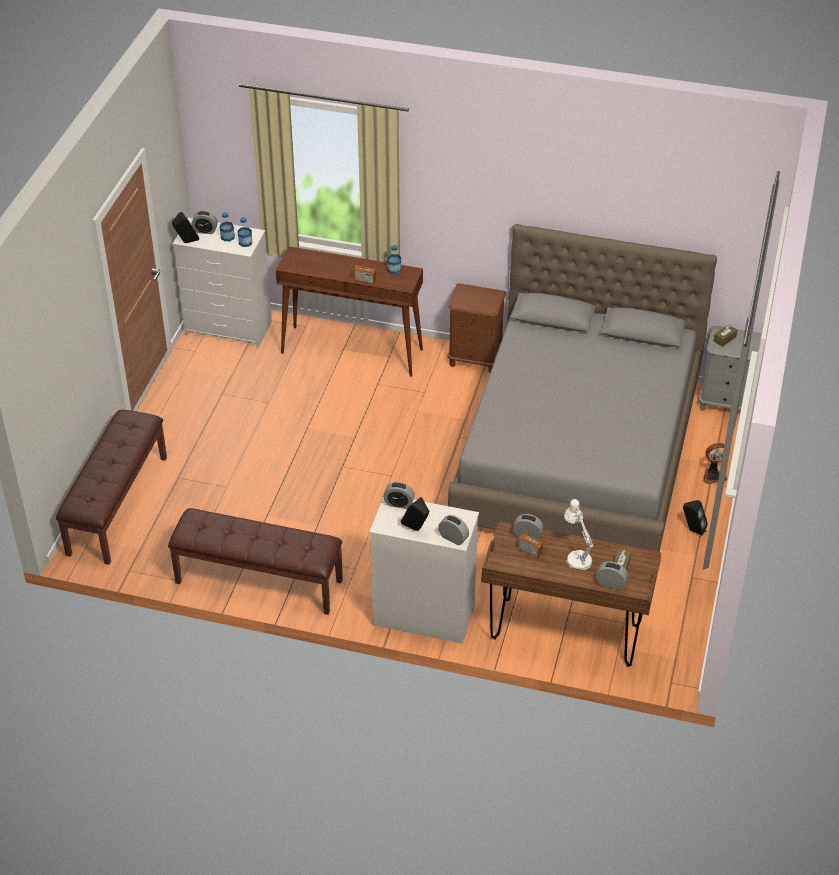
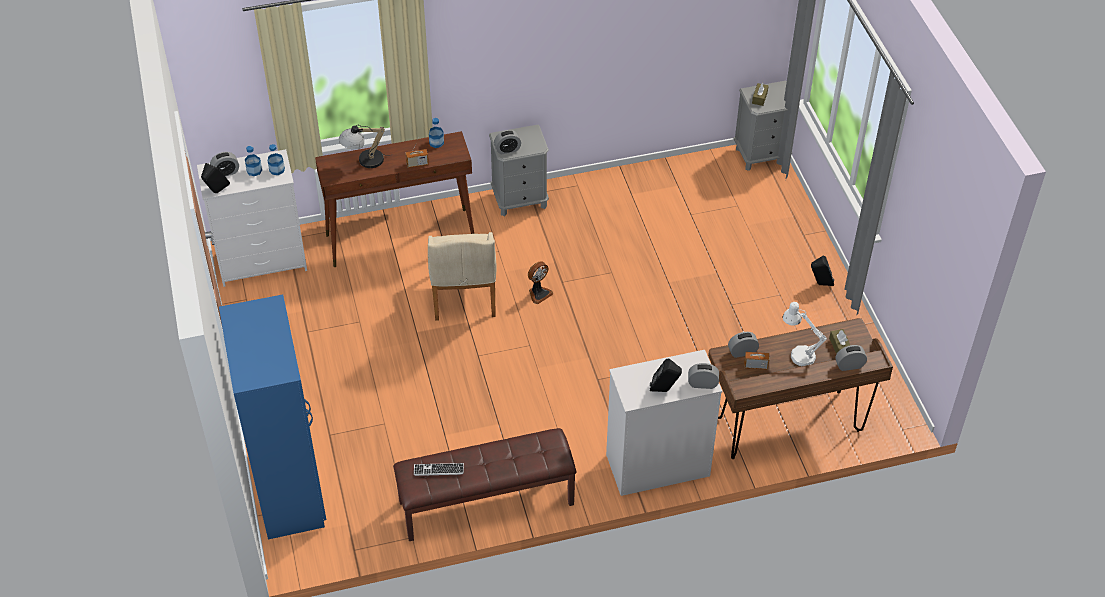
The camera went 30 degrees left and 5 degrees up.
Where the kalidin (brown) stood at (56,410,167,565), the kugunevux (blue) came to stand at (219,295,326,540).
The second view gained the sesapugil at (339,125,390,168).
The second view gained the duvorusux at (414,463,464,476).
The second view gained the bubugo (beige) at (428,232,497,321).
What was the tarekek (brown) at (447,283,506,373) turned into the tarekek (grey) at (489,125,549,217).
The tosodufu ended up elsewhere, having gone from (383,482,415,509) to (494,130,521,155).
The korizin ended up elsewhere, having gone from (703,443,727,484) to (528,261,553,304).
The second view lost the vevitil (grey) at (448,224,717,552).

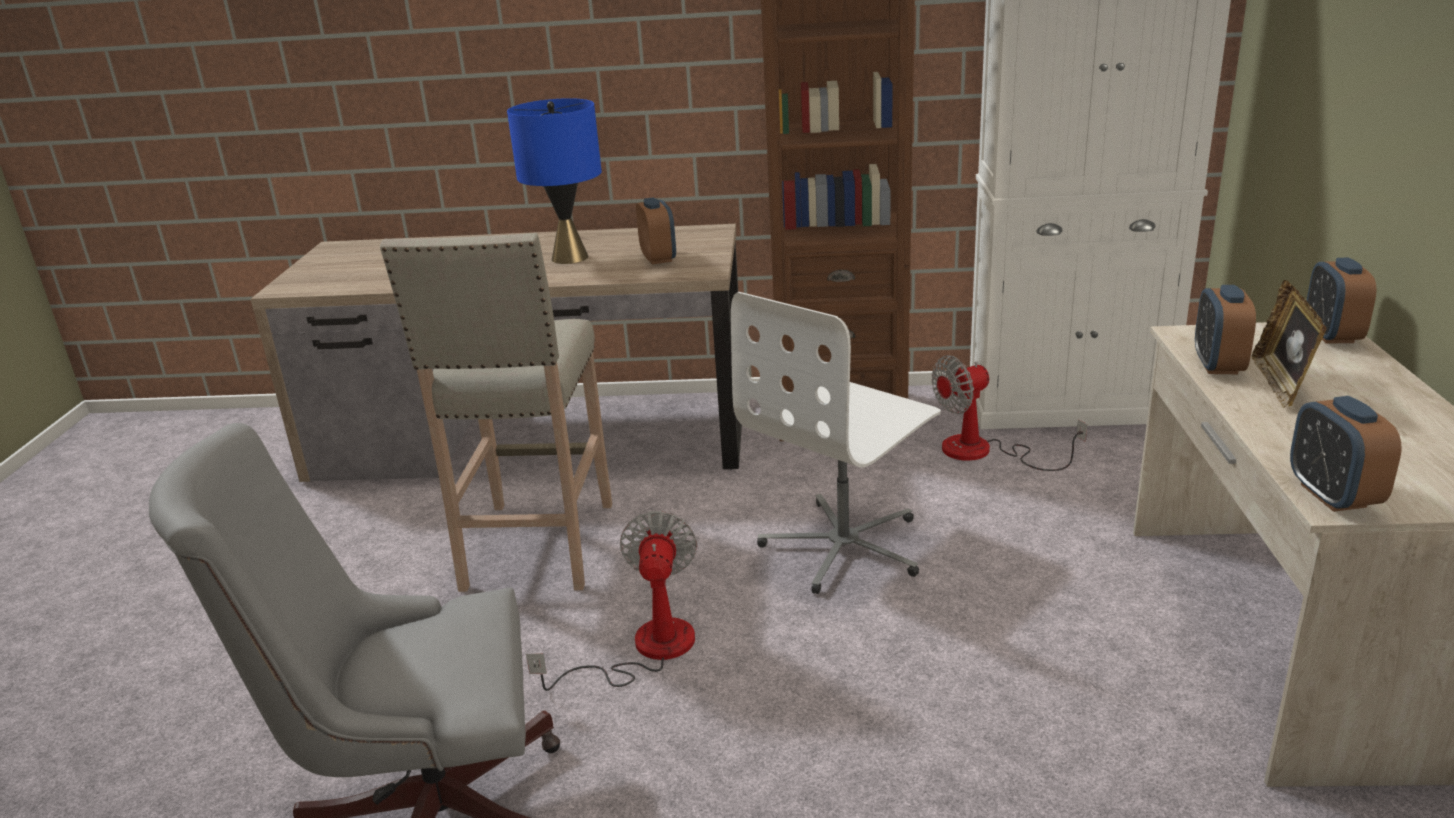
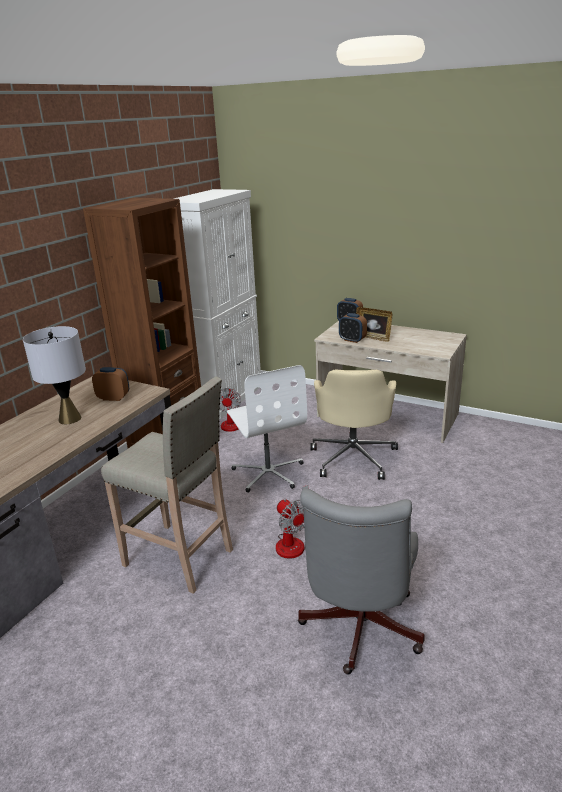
The camera went 65 degrees left and 0 degrees up.
What was the sesapugil (blue) at (507,98,602,264) turned into the sesapugil (grey) at (23,326,86,424).
The korizin at (526,511,697,691) ended up facing another way, 150 degrees counterclockwise from before.
The second view gained the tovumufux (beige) at (310,370,398,480).
The second view lost the tosodufu at (1290,396,1401,512).

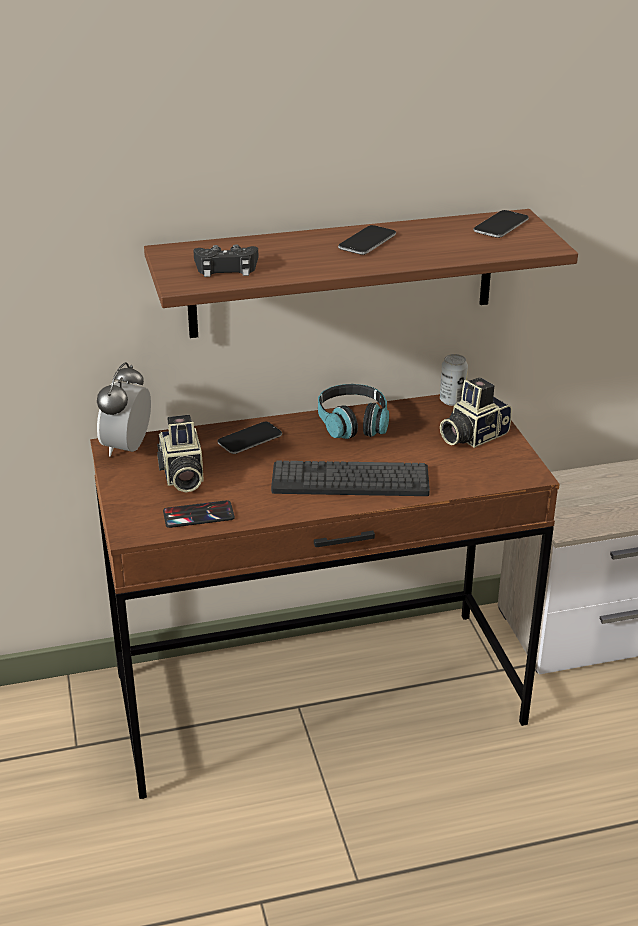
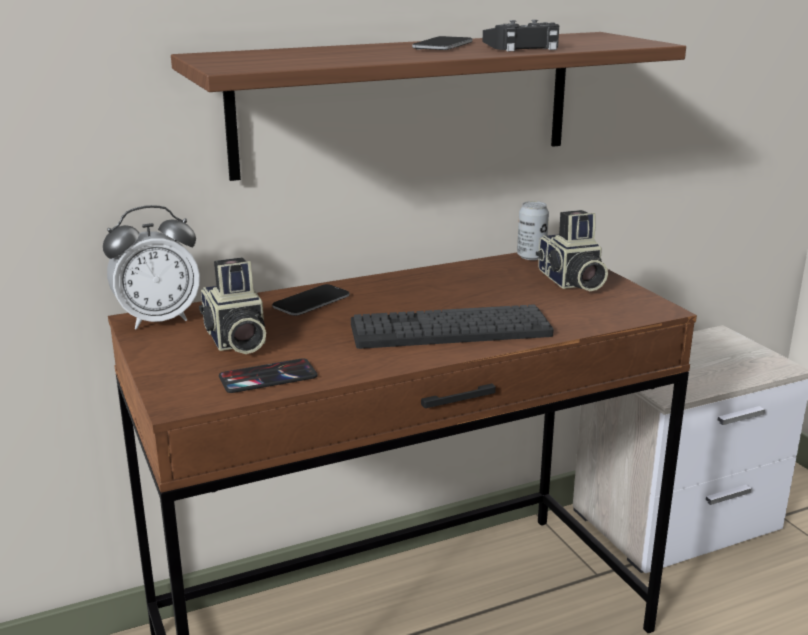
The camera went 10 degrees left and 10 degrees down.
The tosodufu at (97,362,151,457) ended up facing another way, 120 degrees counterclockwise from before.
The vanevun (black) ended up elsewhere, having gone from (193,244,258,277) to (482,20,559,51).
The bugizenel at (440,377,512,448) ended up facing another way, 60 degrees counterclockwise from before.
The second view lost the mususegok at (318,384,389,439).
The second view lost the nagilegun at (474,210,529,238).

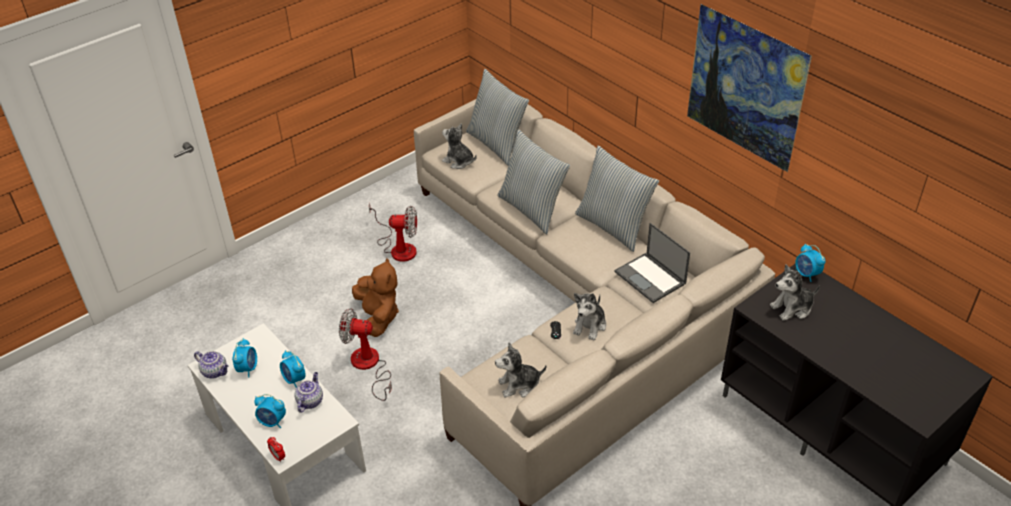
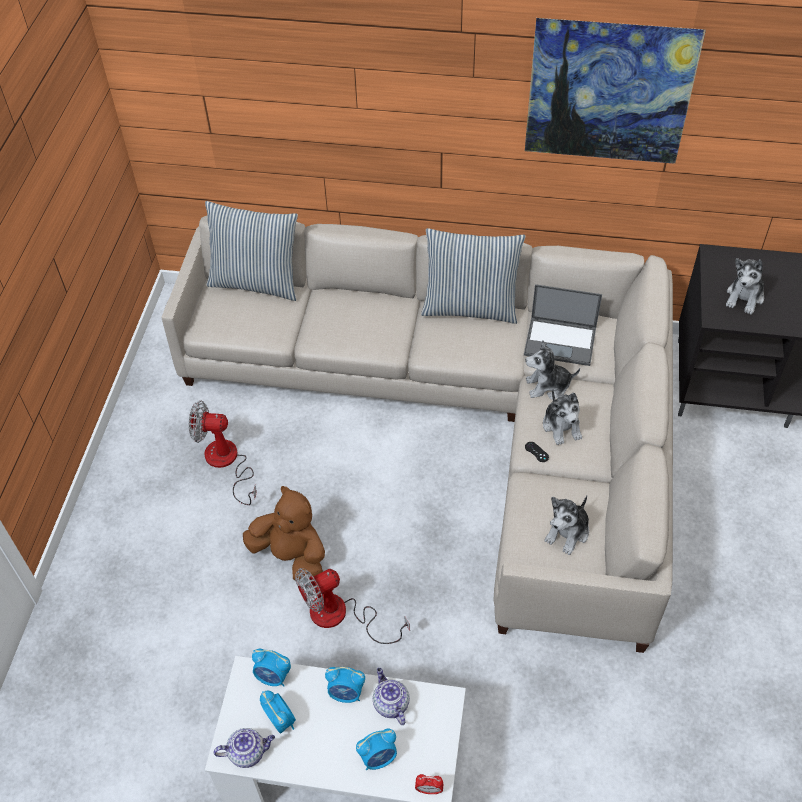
The camera went 40 degrees left and 10 degrees up.
The korizin at (369,202,417,262) ended up facing another way, 135 degrees counterclockwise from before.
The tosodufu ended up elsewhere, having gone from (795,244,826,282) to (252,649,291,686).
The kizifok ended up elsewhere, having gone from (442,123,477,169) to (525,340,580,399).
The second view lost the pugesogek at (498,129,570,235).

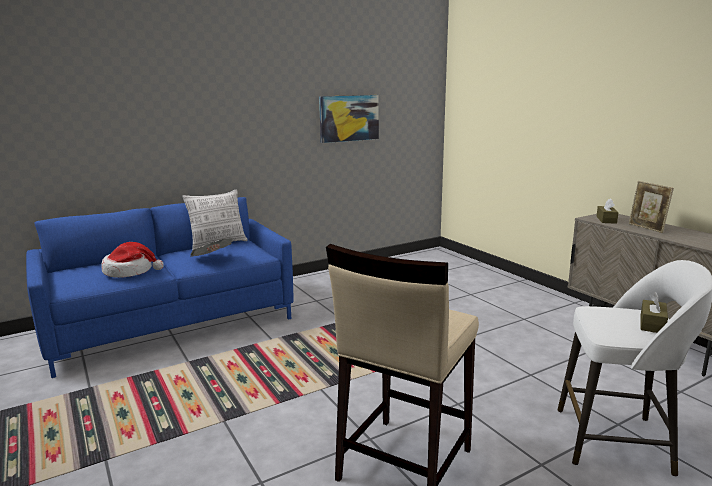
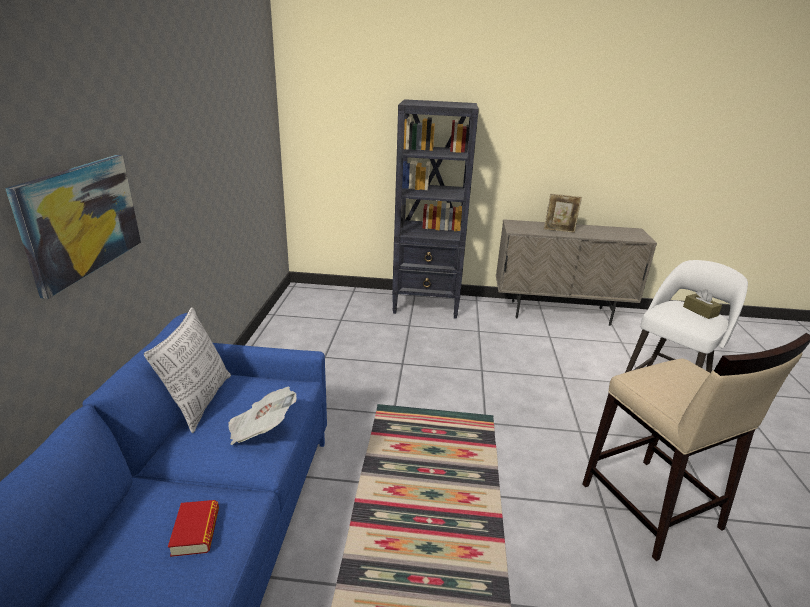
The camera went 55 degrees left and 10 degrees up.
The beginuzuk ended up elsewhere, having gone from (319,95,379,143) to (5,155,141,299).
Where the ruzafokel stood at (102,242,164,278), the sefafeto came to stand at (168,500,219,557).
The second view gained the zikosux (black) at (392,99,479,319).
The second view lost the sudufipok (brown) at (596,198,619,224).

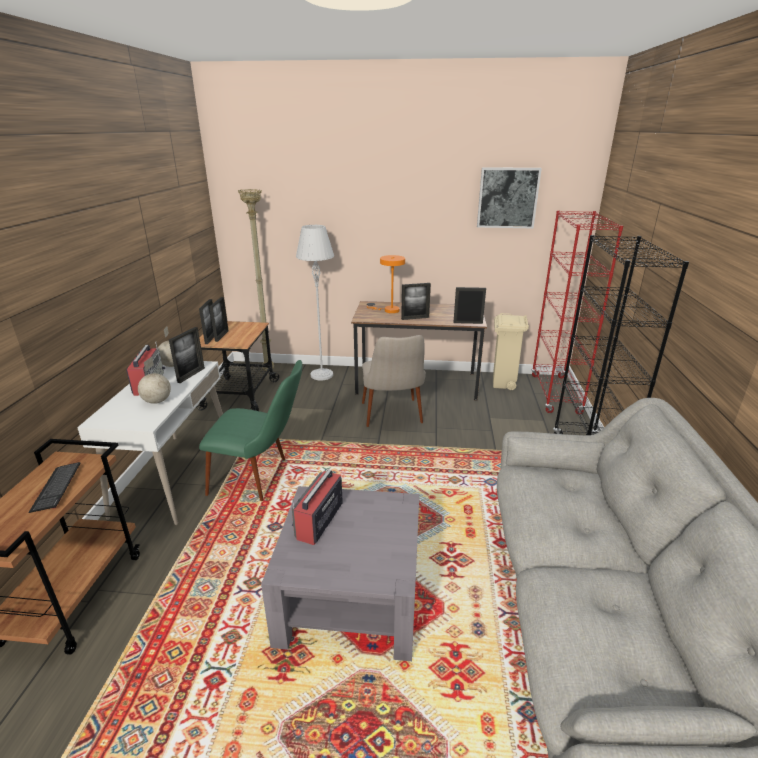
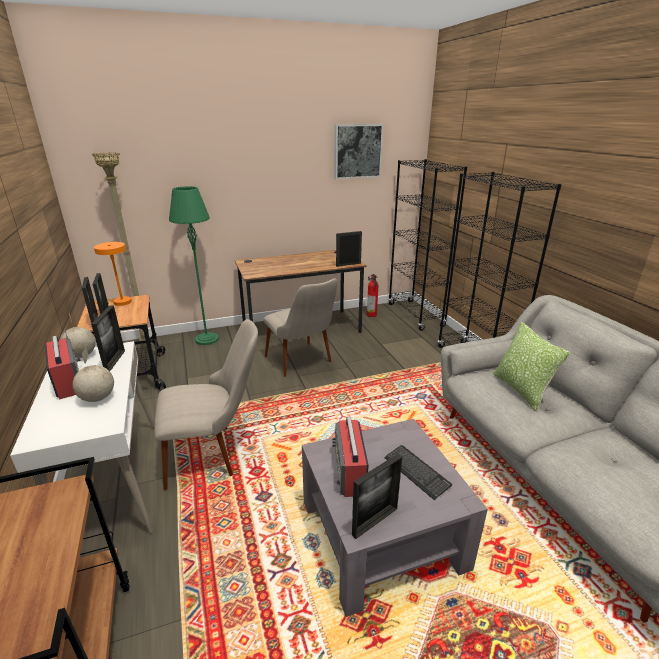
The camera went 25 degrees left and 0 degrees up.
The sesapugil (orange) ended up elsewhere, having gone from (367,255,405,313) to (94,242,132,306).
What was the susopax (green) at (199,360,302,501) turned into the susopax (beige) at (154,319,258,490).
What was the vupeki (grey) at (296,225,334,381) turned into the vupeki (green) at (169,186,219,345).
The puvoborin ended up elsewhere, having gone from (401,283,431,320) to (352,454,402,539).
Where the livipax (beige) stood at (493,313,529,390), the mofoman came to stand at (367,274,378,317).
The duvorusux ended up elsewhere, having gone from (28,462,80,513) to (384,445,452,500).
What was the zikosux (red) at (531,210,623,414) turned into the zikosux (black) at (388,159,467,331).
The second view gained the pugesogek at (493,322,570,411).

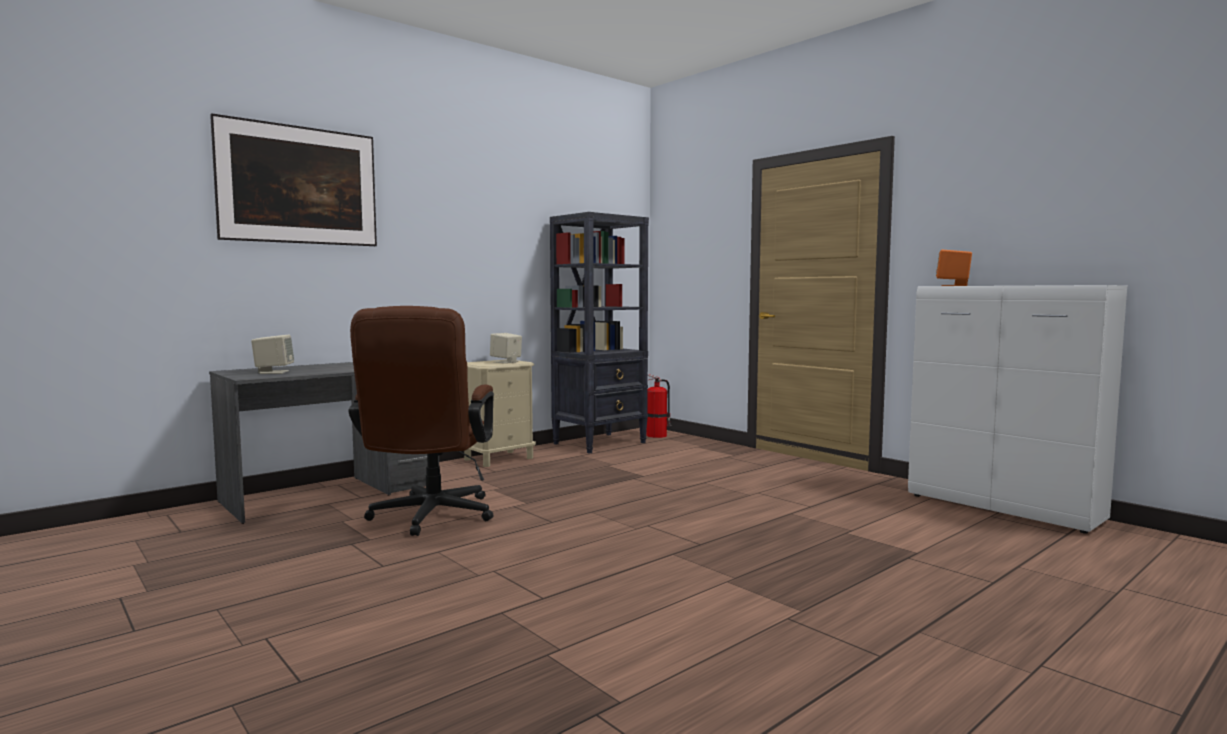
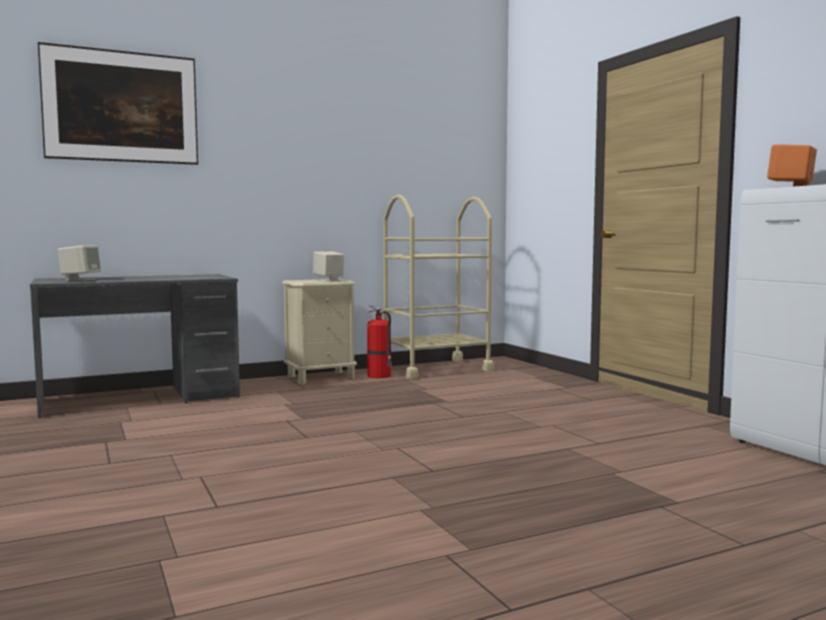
The camera went 15 degrees right and 0 degrees up.
The mofoman ended up elsewhere, having gone from (647,375,671,438) to (367,305,392,378).
Where the zikosux (black) stood at (550,212,649,454), the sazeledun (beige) came to stand at (383,194,494,379).
The second view lost the tovumufux (brown) at (349,306,494,536).

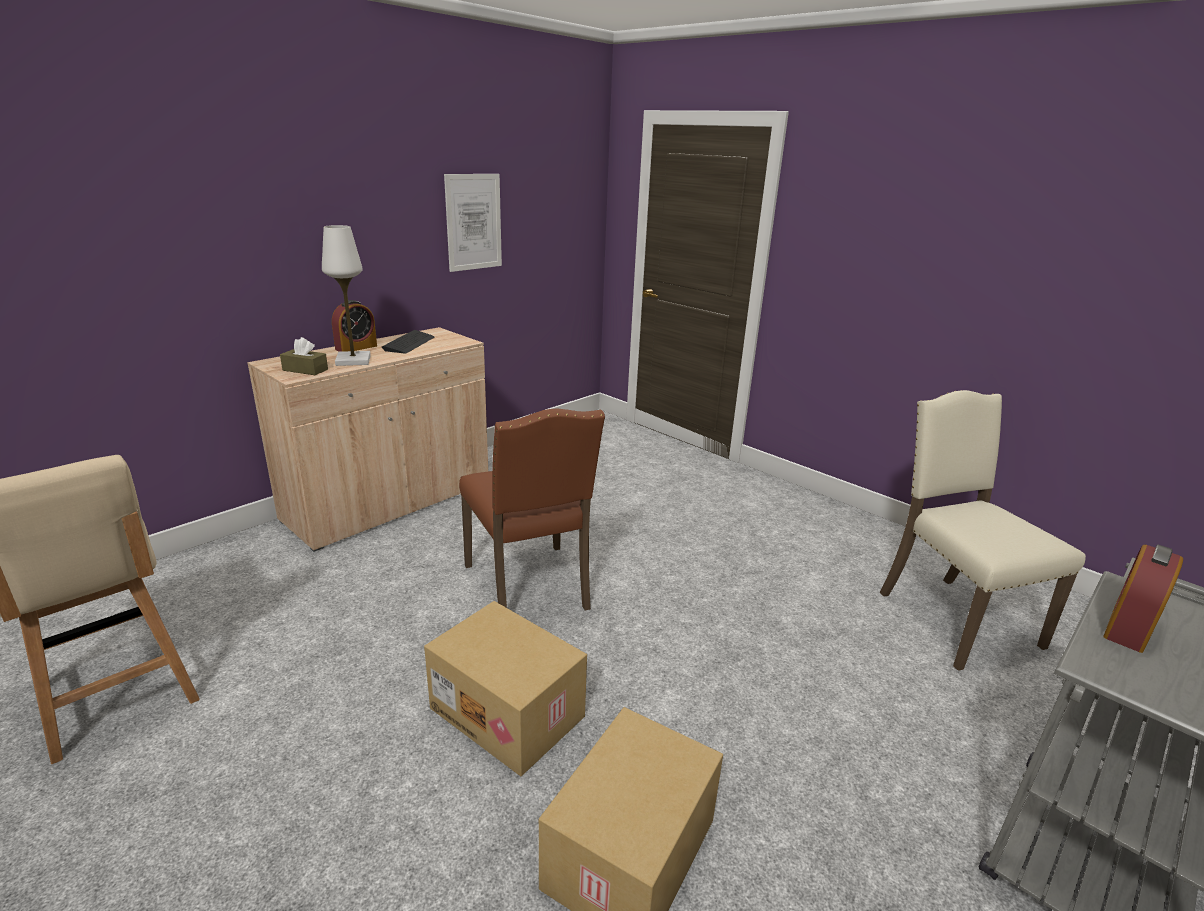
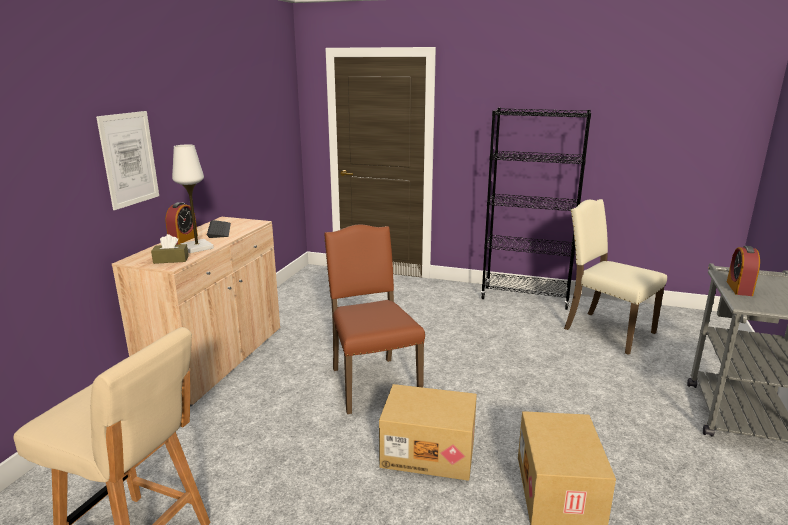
The camera went 25 degrees left and 5 degrees down.
The beginuzuk ended up elsewhere, having gone from (444,174,502,272) to (96,111,159,210).
The susopax (brown) at (459,409,605,611) ended up facing another way, 150 degrees counterclockwise from before.
The second view gained the zikosux (black) at (481,108,591,310).

